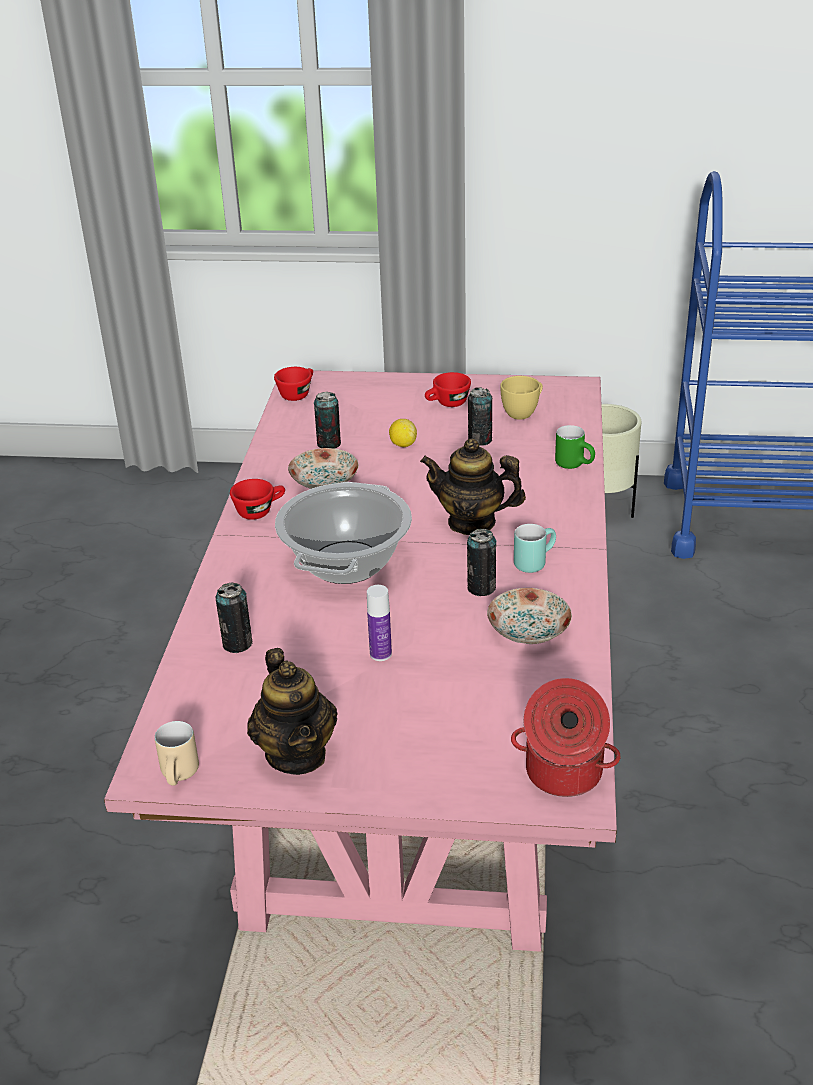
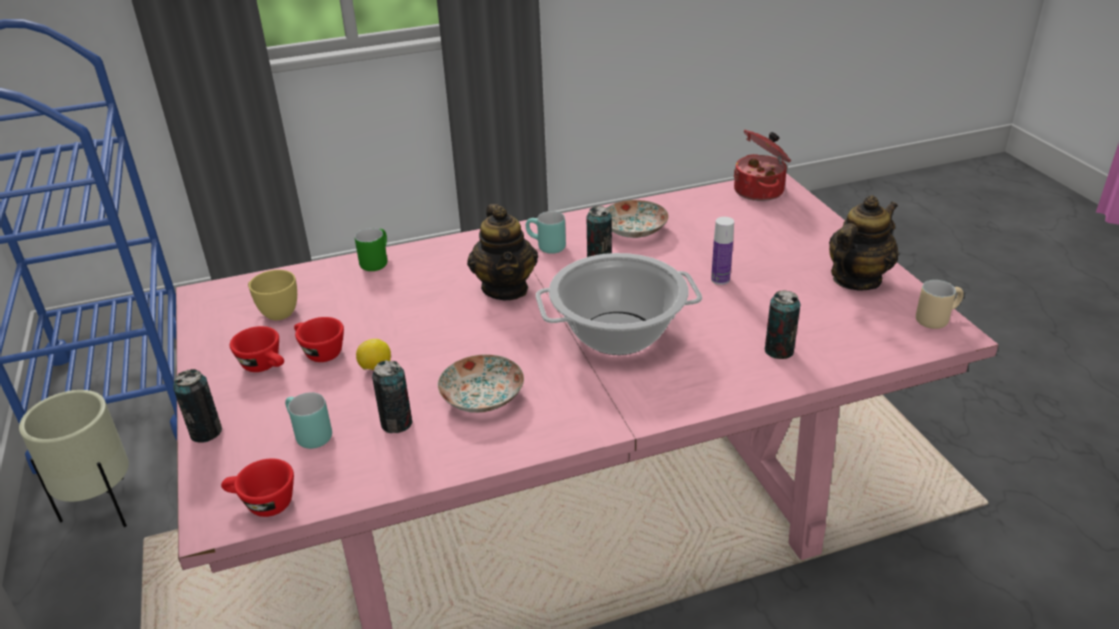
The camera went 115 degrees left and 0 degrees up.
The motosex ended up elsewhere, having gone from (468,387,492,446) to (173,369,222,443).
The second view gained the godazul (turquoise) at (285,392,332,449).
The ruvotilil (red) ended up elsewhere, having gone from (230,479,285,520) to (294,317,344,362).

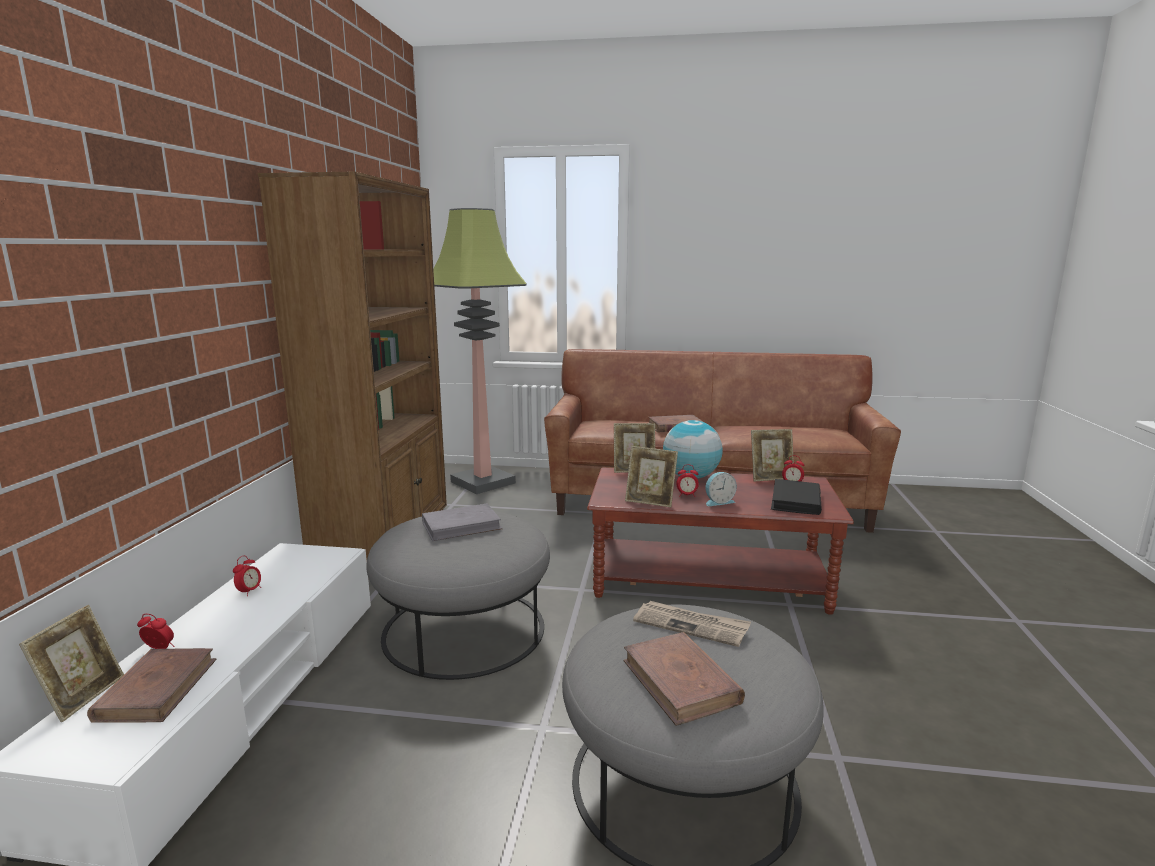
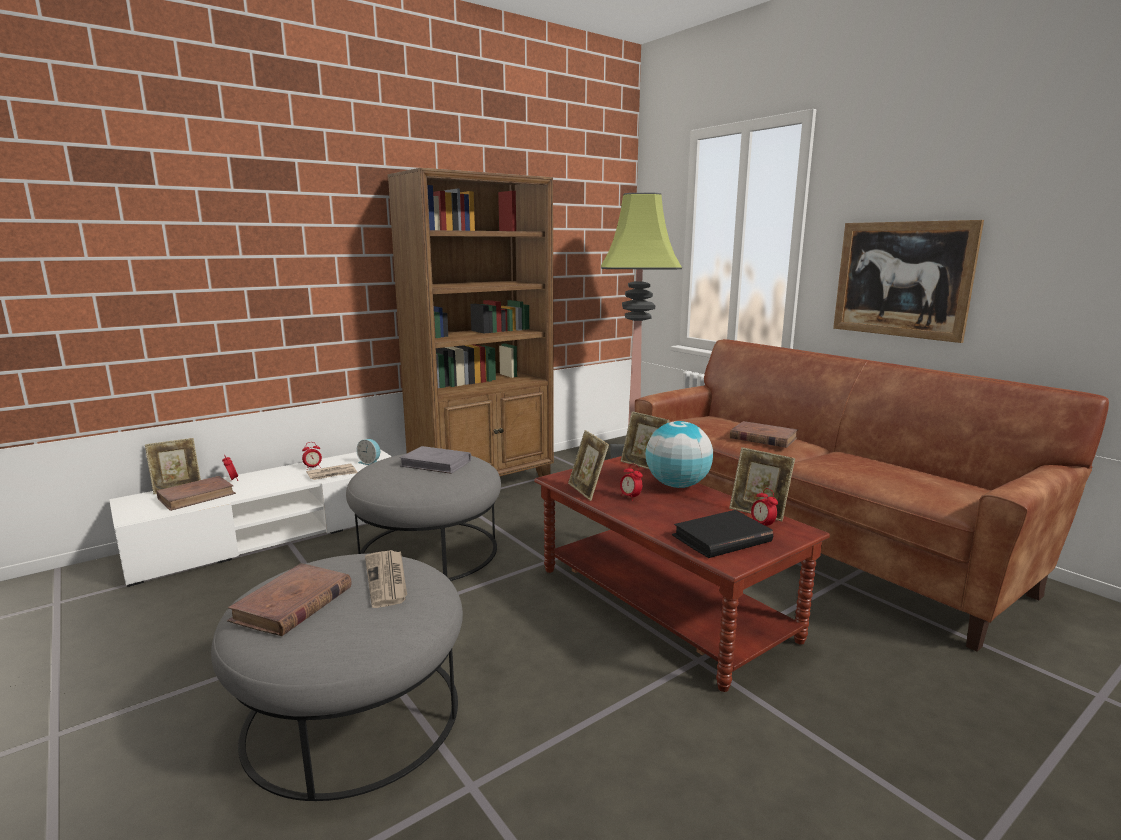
The camera went 45 degrees right and 0 degrees up.
The second view gained the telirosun at (306,463,358,480).
The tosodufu ended up elsewhere, having gone from (706,472,737,506) to (356,439,380,465).
The second view gained the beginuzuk at (833,220,984,343).

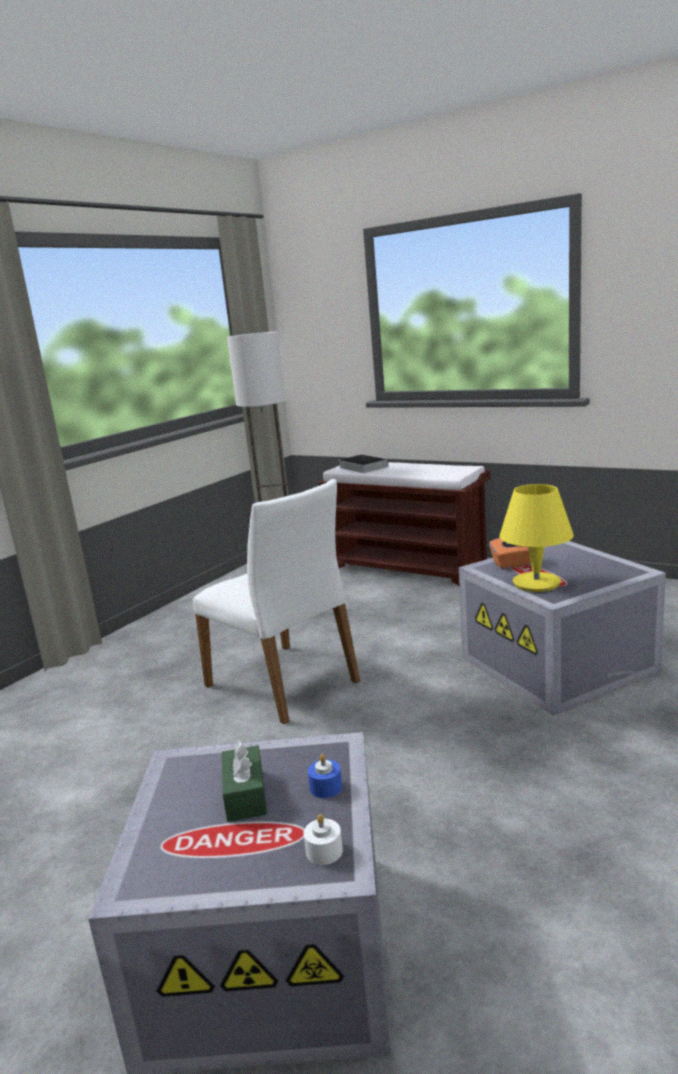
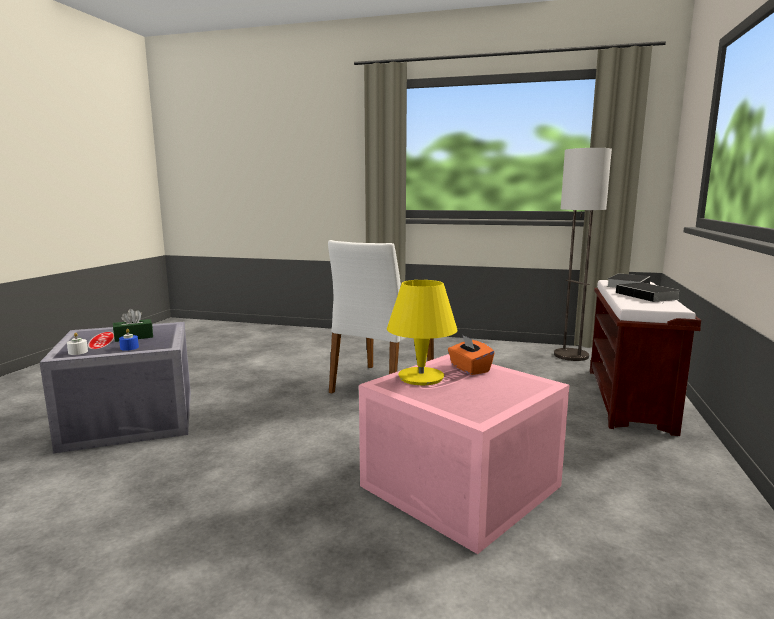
The camera went 70 degrees right and 5 degrees down.
What was the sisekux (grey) at (459,541,666,716) turned into the sisekux (pink) at (359,354,569,554).
The second view gained the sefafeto at (616,283,681,303).

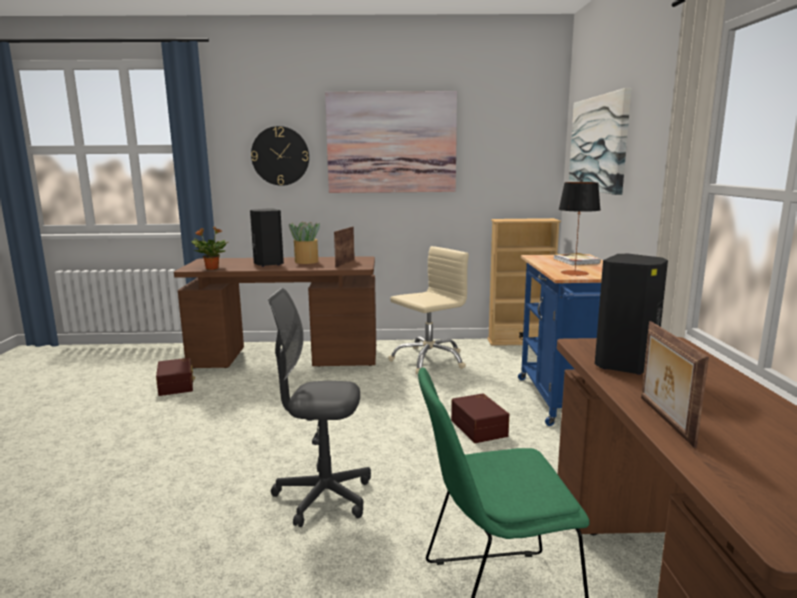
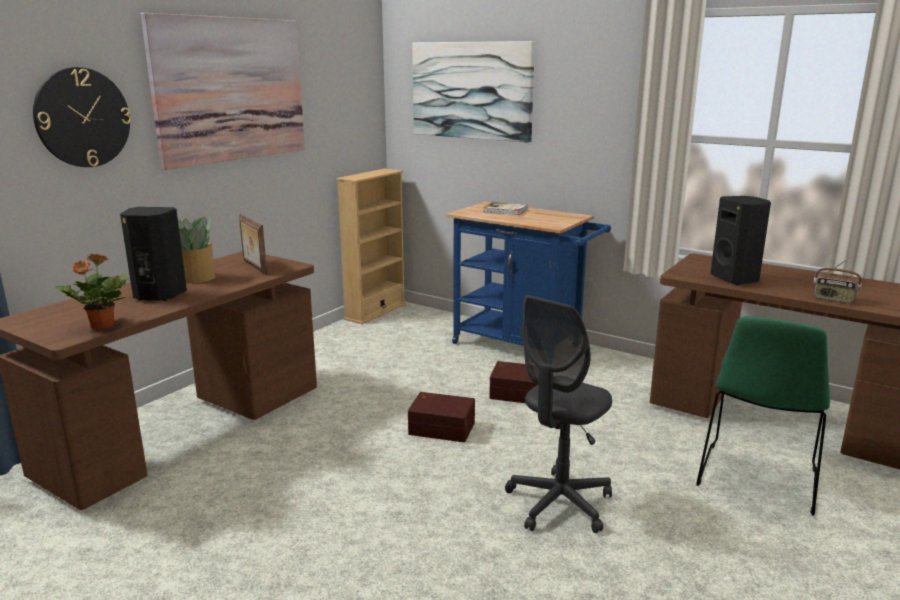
The camera went 55 degrees left and 5 degrees up.
The sisekux (brown) ended up elsewhere, having gone from (156,358,195,396) to (408,392,475,442).
Where the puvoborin stood at (641,321,709,448), the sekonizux came to stand at (813,257,862,303).
The second view lost the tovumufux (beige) at (388,246,469,374).
The second view lost the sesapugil at (559,182,600,276).

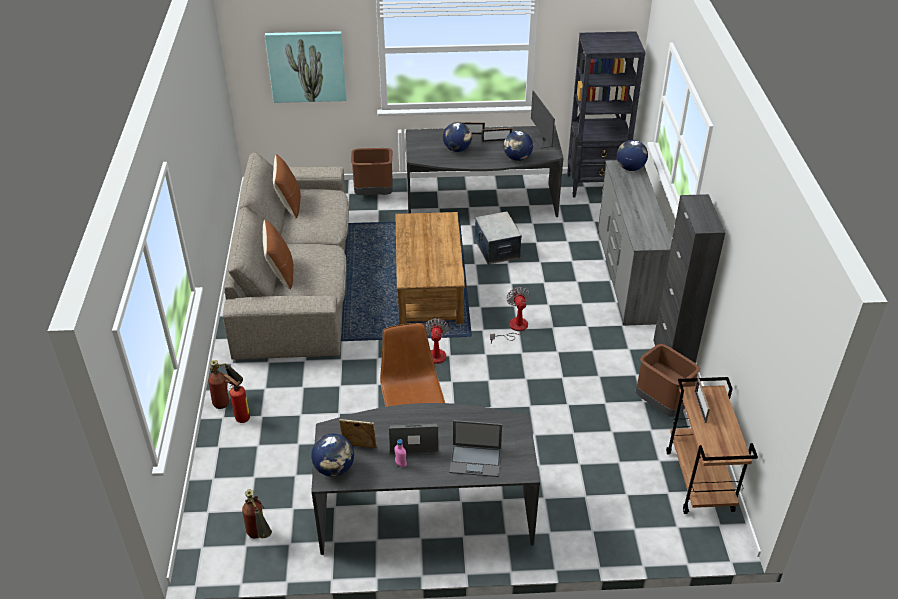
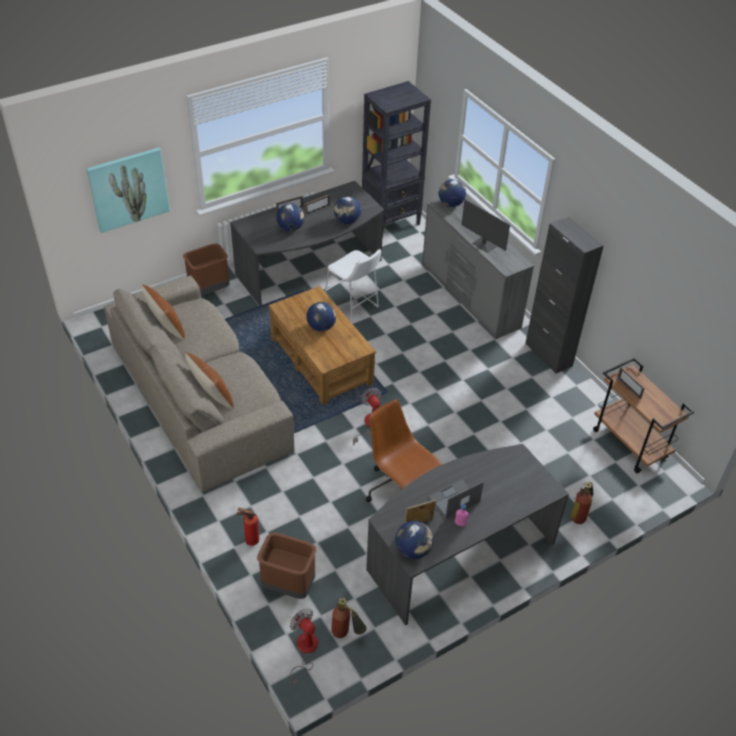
The camera went 30 degrees left and 5 degrees up.
The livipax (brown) ended up elsewhere, having gone from (636,344,700,417) to (257,533,316,599).
The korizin ended up elsewhere, having gone from (490,287,530,344) to (290,608,318,685).
The second view gained the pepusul at (307,302,336,331).
Where the sisekux stood at (475,212,522,265), the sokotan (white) came to stand at (325,249,381,324).
The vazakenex ended up elsewhere, having gone from (531,91,556,149) to (461,199,510,253).
The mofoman ended up elsewhere, having gone from (208,360,243,409) to (571,482,594,524).
The second view lost the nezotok at (449,420,502,477).

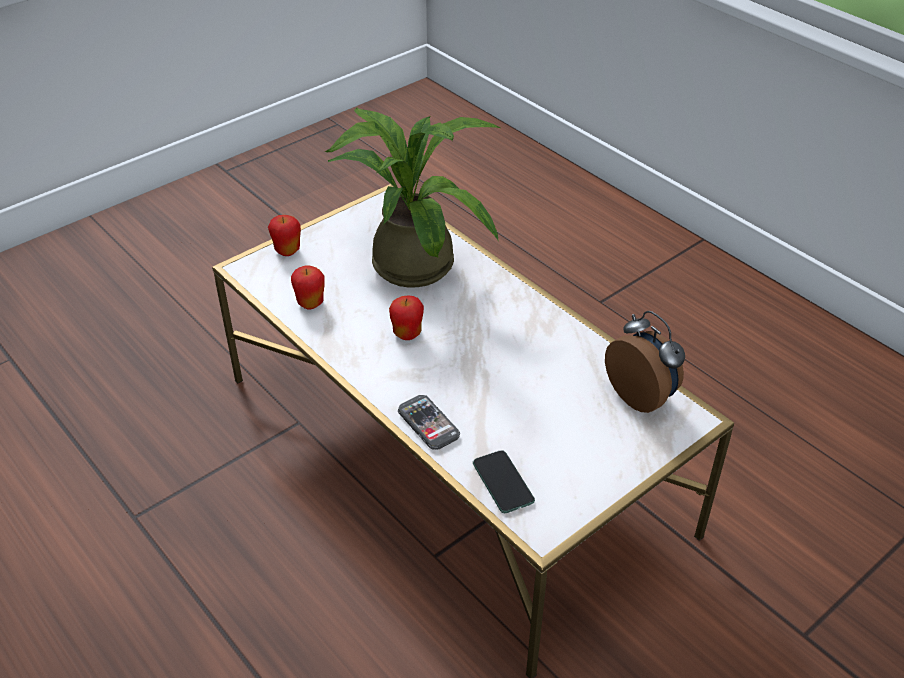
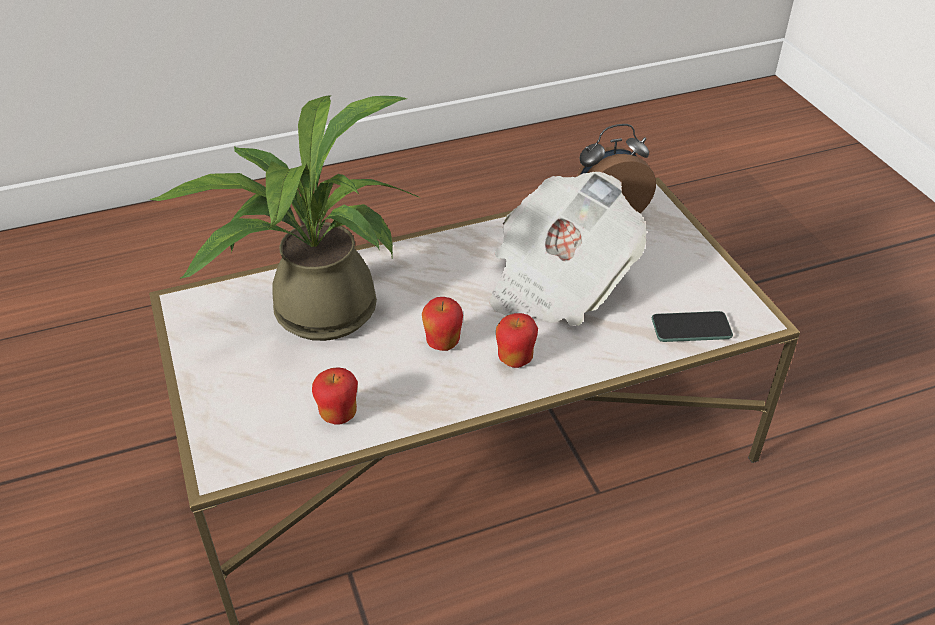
The camera went 70 degrees left and 0 degrees up.
The second view gained the telirosun at (490,172,646,326).
The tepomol ended up elsewhere, having gone from (268,215,301,256) to (496,313,538,368).
The second view lost the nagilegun at (398,395,460,450).

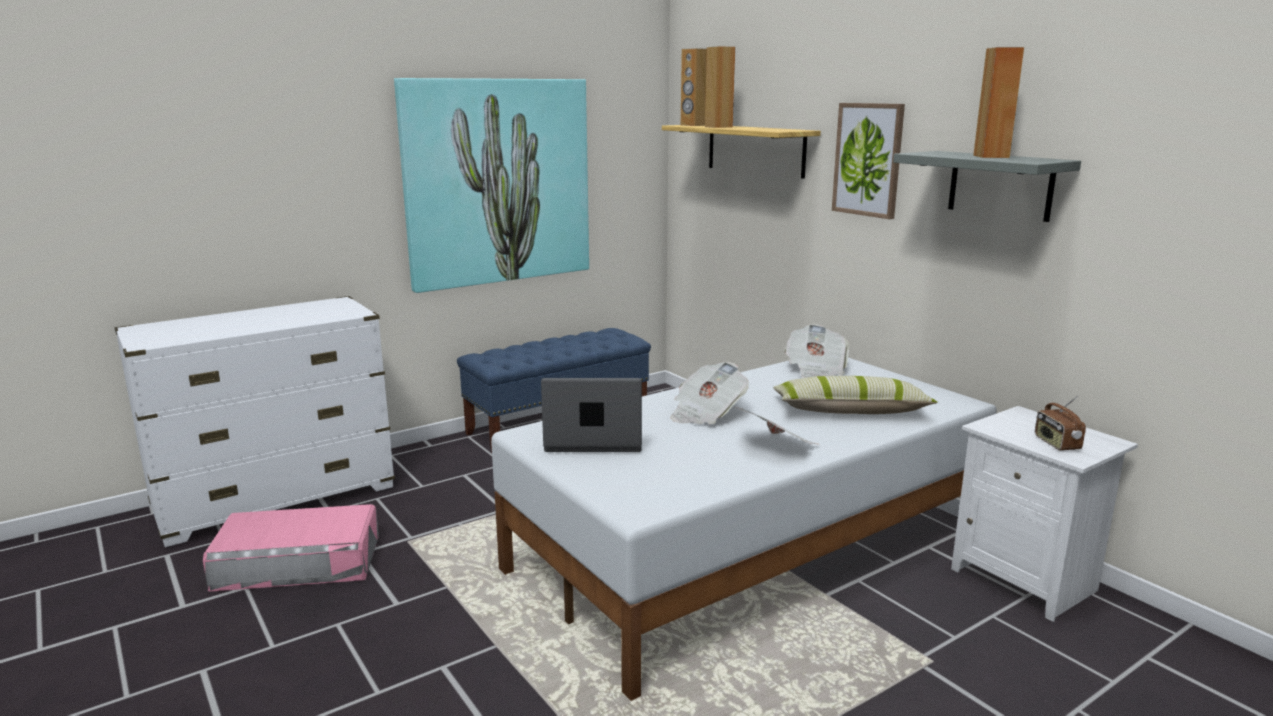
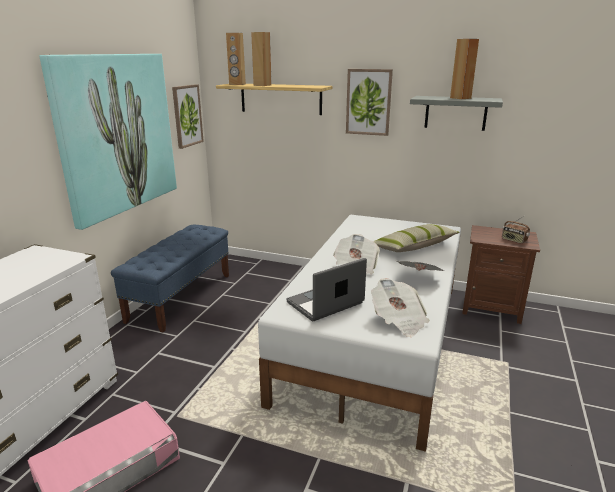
The camera went 35 degrees left and 5 degrees up.
The second view gained the beginuzuk at (172,84,204,149).
The telirosun ended up elsewhere, having gone from (784,324,850,378) to (371,278,430,337).
What was the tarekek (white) at (951,406,1138,622) turned into the tarekek (brown) at (462,225,540,324).

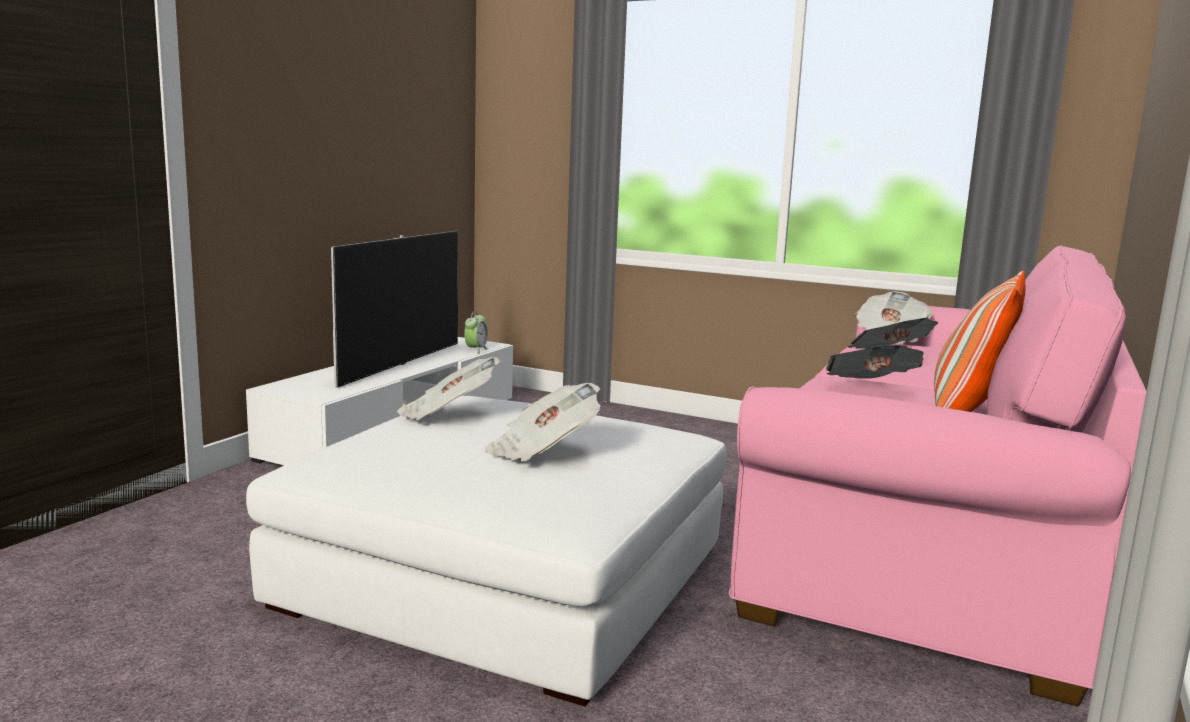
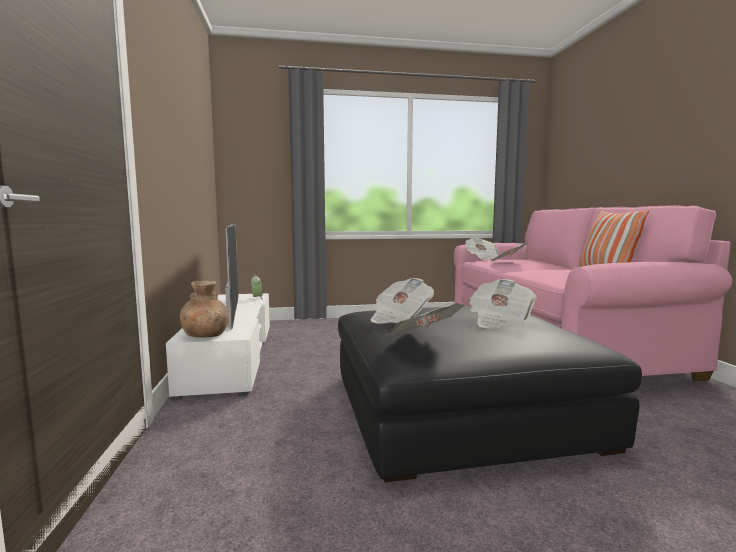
The camera went 35 degrees left and 5 degrees down.
The second view gained the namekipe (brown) at (180,281,229,338).
What was the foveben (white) at (246,396,726,706) turned into the foveben (black) at (338,306,642,482).
The telirosun ended up elsewhere, having gone from (826,345,924,379) to (385,303,464,335).

